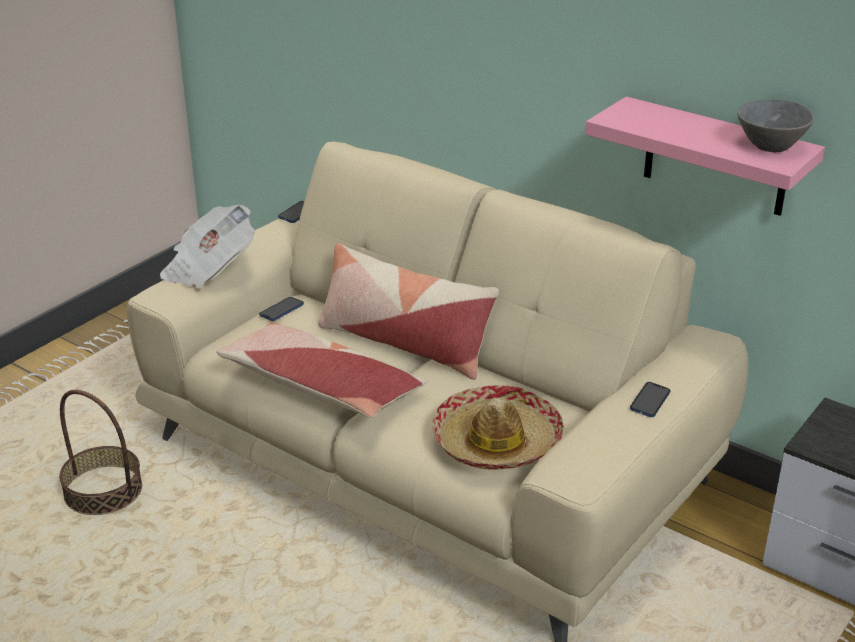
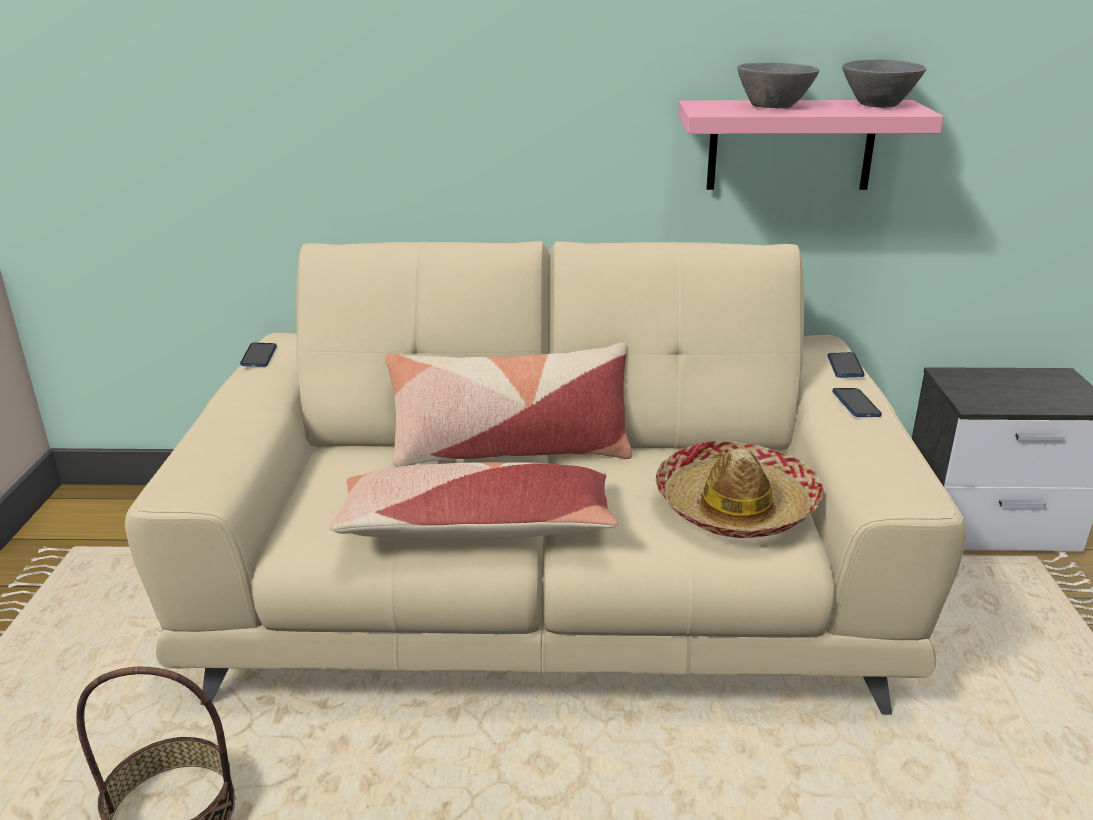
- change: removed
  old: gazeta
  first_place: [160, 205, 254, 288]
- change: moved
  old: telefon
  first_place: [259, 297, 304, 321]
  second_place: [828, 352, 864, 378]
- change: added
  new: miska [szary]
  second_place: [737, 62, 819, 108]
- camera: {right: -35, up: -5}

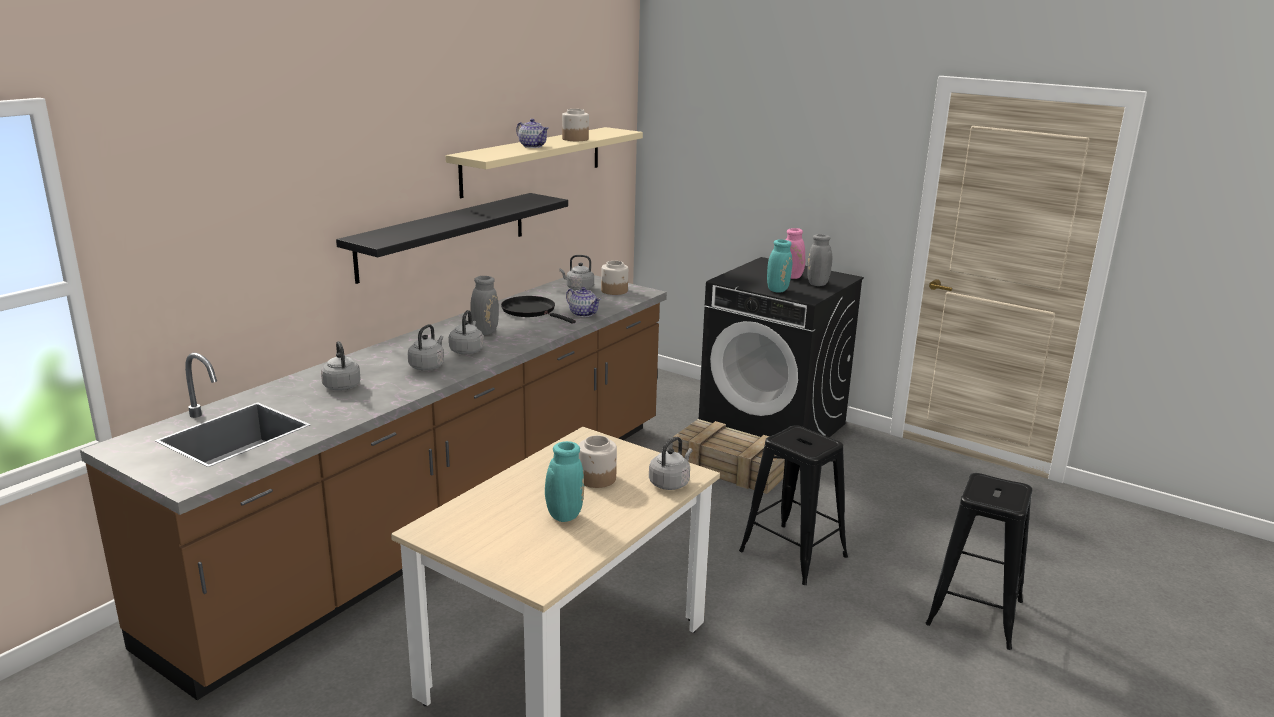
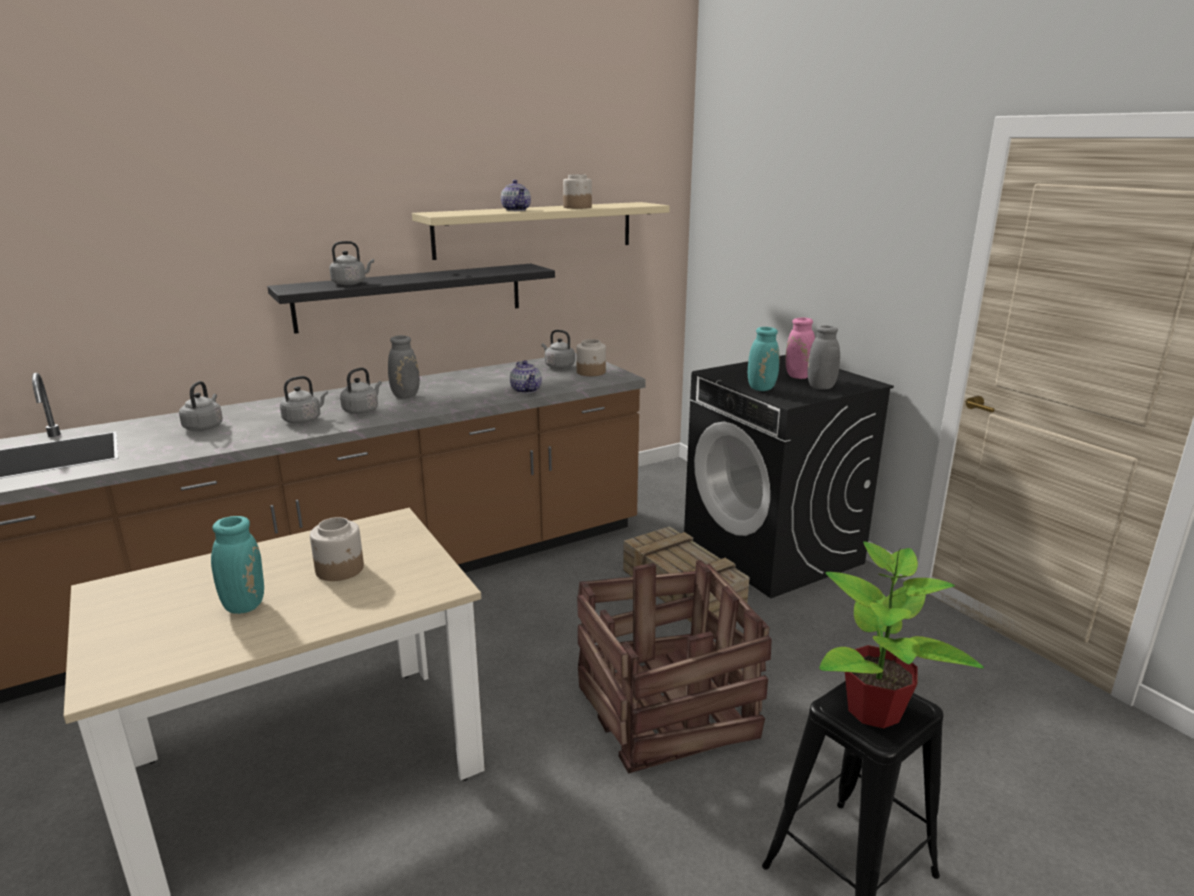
- change: removed
  old: patelnia [czarny]
  first_place: [501, 296, 576, 324]
- change: replaced
  old: stołek [czarny]
  new: skrzynka
  first_place: [739, 425, 848, 585]
  second_place: [577, 560, 772, 774]
- change: moved
  old: czajnik [szary]
  first_place: [649, 437, 692, 490]
  second_place: [329, 241, 374, 285]
- change: added
  new: roślina doniczkowa
  second_place: [819, 542, 984, 729]
- camera: {right: 25, up: 0}

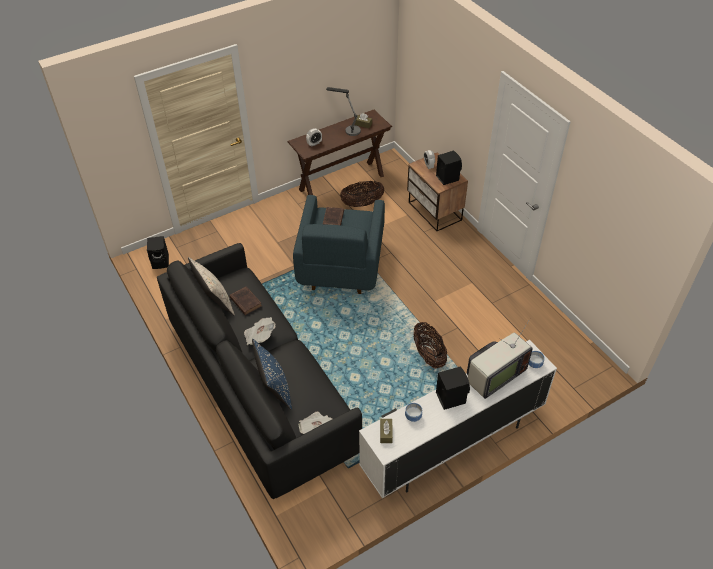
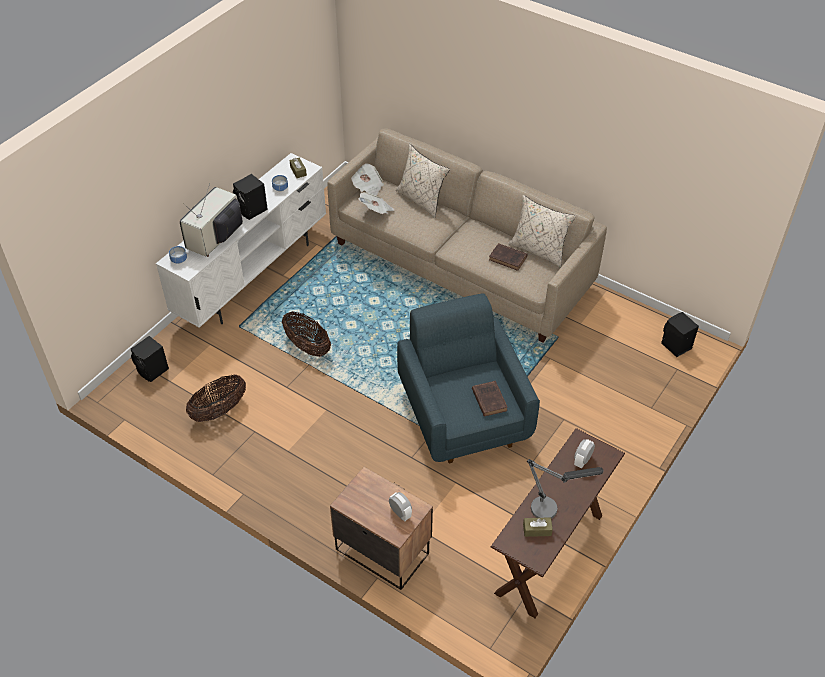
- change: moved
  old: głośnik [czarny]
  first_place: [436, 150, 462, 185]
  second_place: [131, 336, 169, 382]
- change: moved
  old: koszyk
  first_place: [340, 181, 385, 207]
  second_place: [186, 374, 246, 422]
- change: recoloured
  old: kanapa [czarny]
  new: kanapa [beżowy]
  first_place: [157, 243, 362, 499]
  second_place: [327, 128, 607, 343]
- change: moved
  old: gazeta
  first_place: [244, 317, 275, 345]
  second_place: [358, 192, 395, 214]
- change: recoloured
  old: poduszka [niebieski]
  new: poduszka [beżowy]
  first_place: [252, 339, 292, 410]
  second_place: [396, 144, 450, 218]
- camera: {right: 155, up: 0}

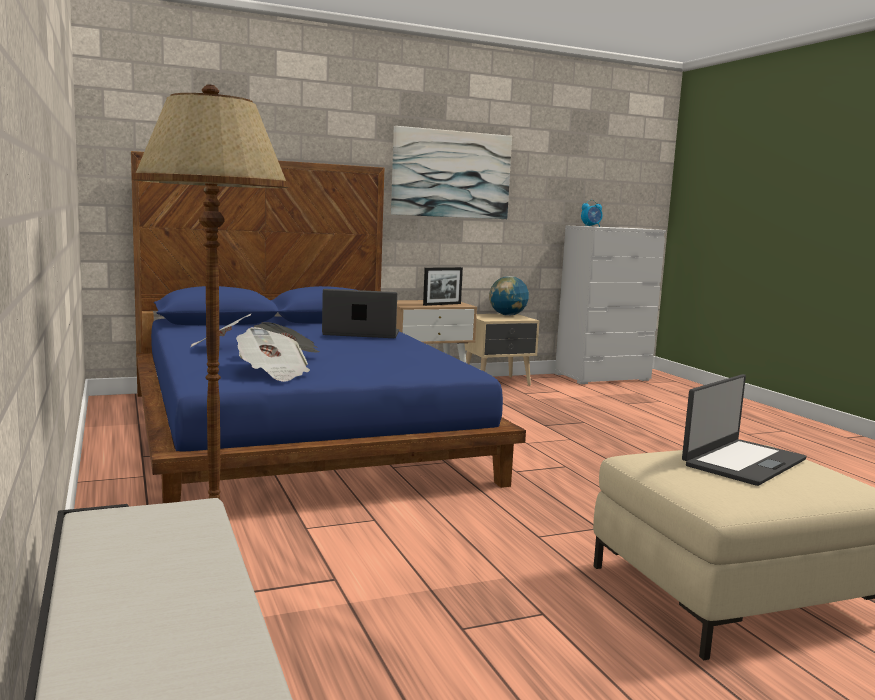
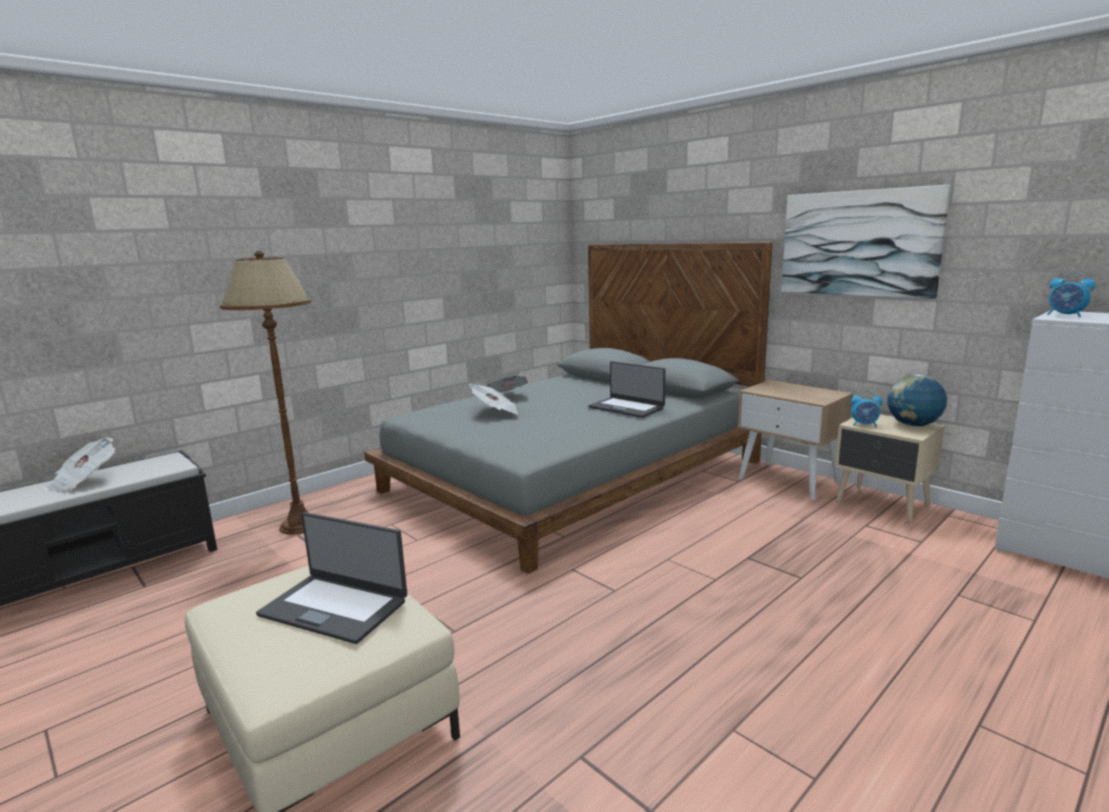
- change: recoloured
  old: łóżko [niebieski]
  new: łóżko [szary]
  first_place: [131, 151, 526, 504]
  second_place: [364, 242, 772, 574]
- change: removed
  old: ramka na zdjęcie
  first_place: [423, 267, 463, 306]
- change: turned
  old: laptop
  first_place: [322, 289, 399, 338]
  second_place: [588, 361, 665, 418]
  degrees: 150
- change: moved
  old: gazeta
  first_place: [236, 327, 310, 382]
  second_place: [43, 438, 115, 492]
- change: added
  new: budzik
  second_place: [851, 391, 883, 427]
- camera: {right: 70, up: 5}

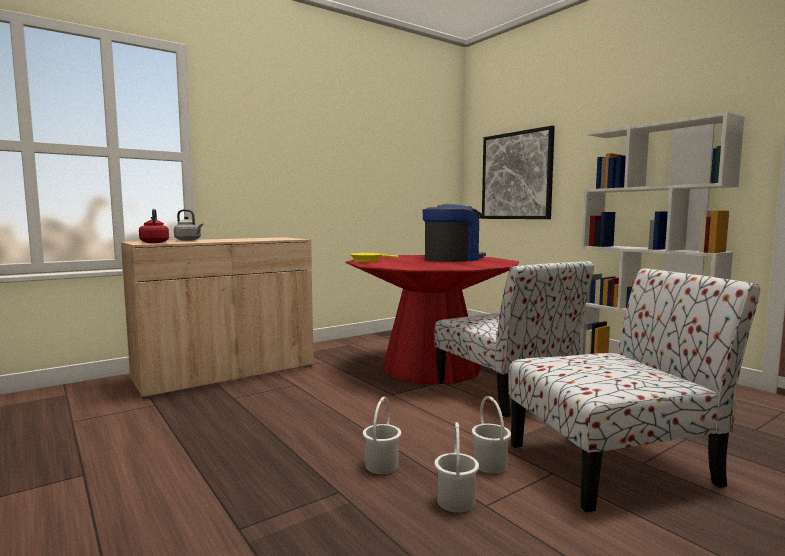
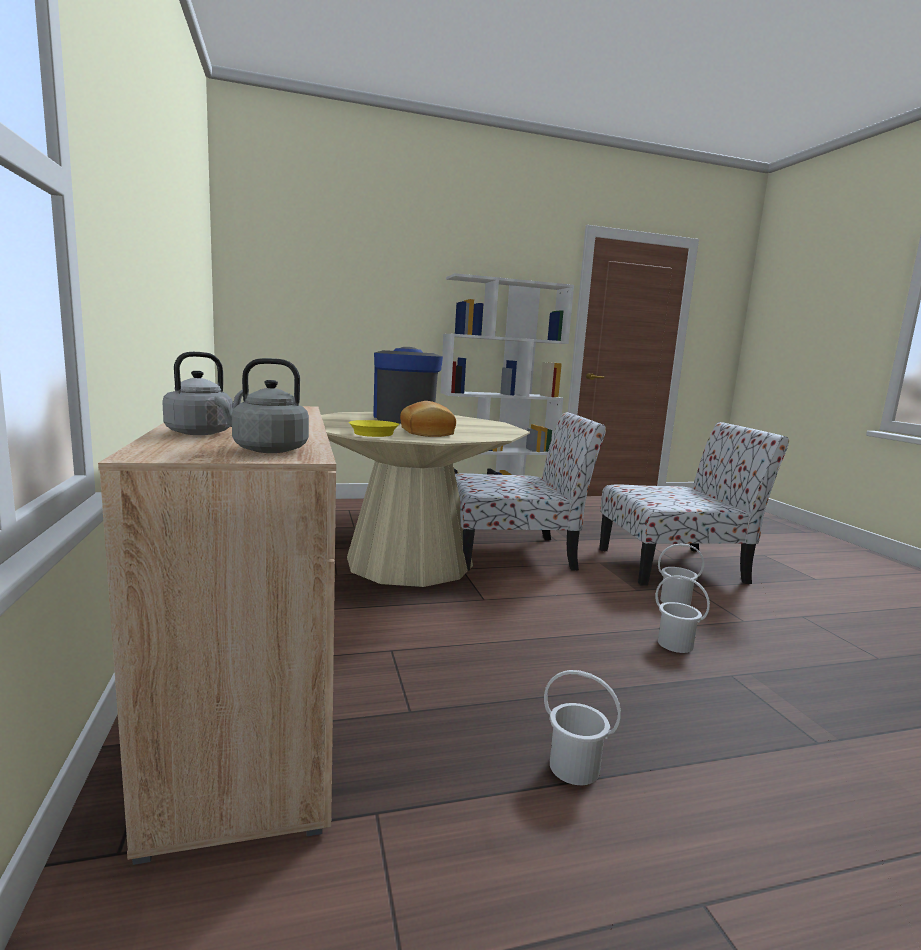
- change: removed
  old: obraz
  first_place: [482, 126, 555, 219]
- change: recoloured
  old: czajnik [czerwony]
  new: czajnik [szary]
  first_place: [139, 209, 169, 243]
  second_place: [214, 358, 309, 453]
- change: recoloured
  old: stół jadalny [czerwony]
  new: stół jadalny [beżowy]
  first_place: [346, 255, 519, 384]
  second_place: [321, 412, 530, 587]
- change: turned
  old: krzesło
  first_place: [508, 268, 760, 512]
  second_place: [599, 422, 789, 586]
  degrees: 75
- change: moved
  old: wiadro [biały]
  first_place: [434, 422, 479, 513]
  second_place: [544, 670, 621, 785]
- change: added
  new: chleb
  second_place: [400, 401, 456, 437]
- camera: {right: -70, up: 5}

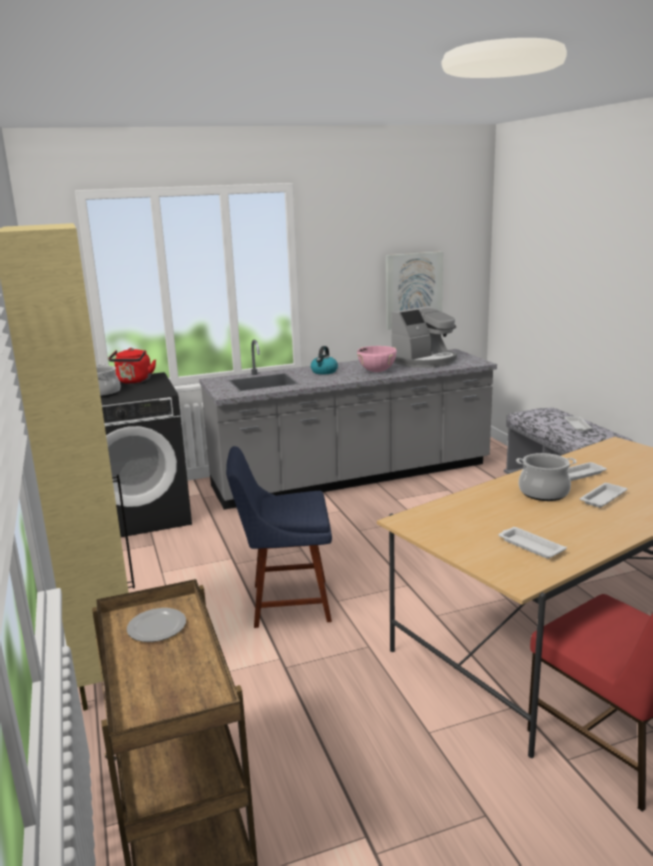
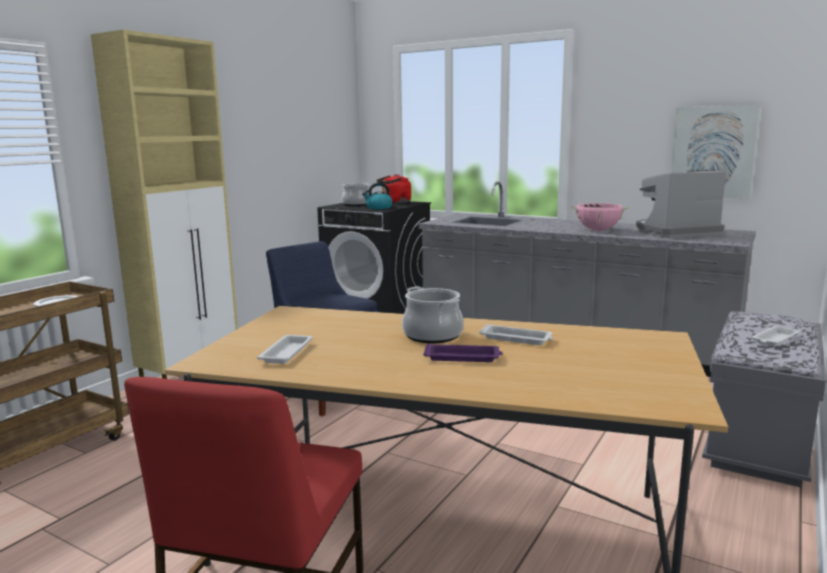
- change: turned
  old: ekspres do kawy
  first_place: [391, 306, 457, 368]
  second_place: [636, 170, 726, 238]
  degrees: 150
- change: moved
  old: czajnik
  first_place: [311, 346, 338, 375]
  second_place: [362, 183, 393, 209]
- change: recoloured
  old: taca [biały]
  new: taca [fioletowy]
  first_place: [580, 483, 627, 508]
  second_place: [423, 344, 503, 362]
- camera: {right: 50, up: -5}

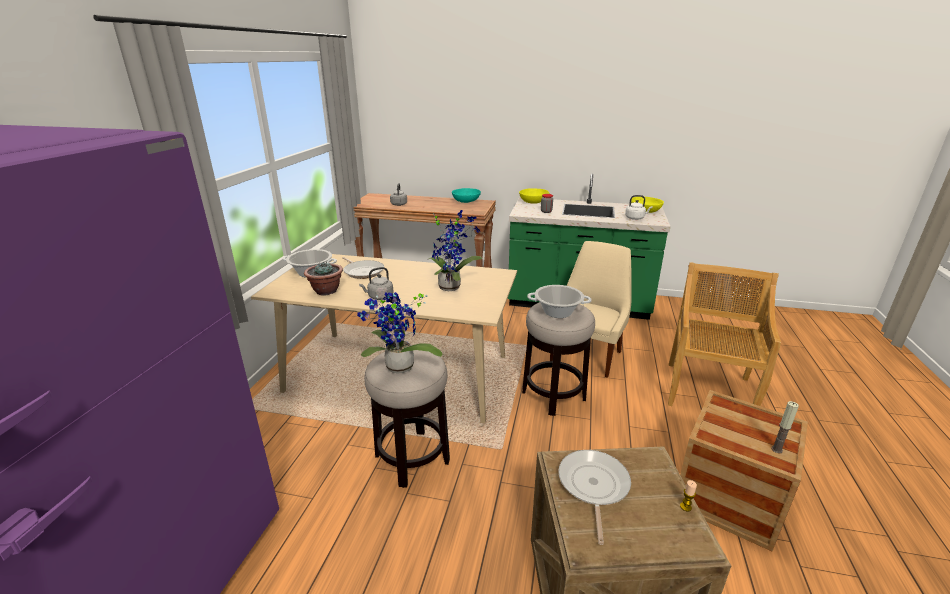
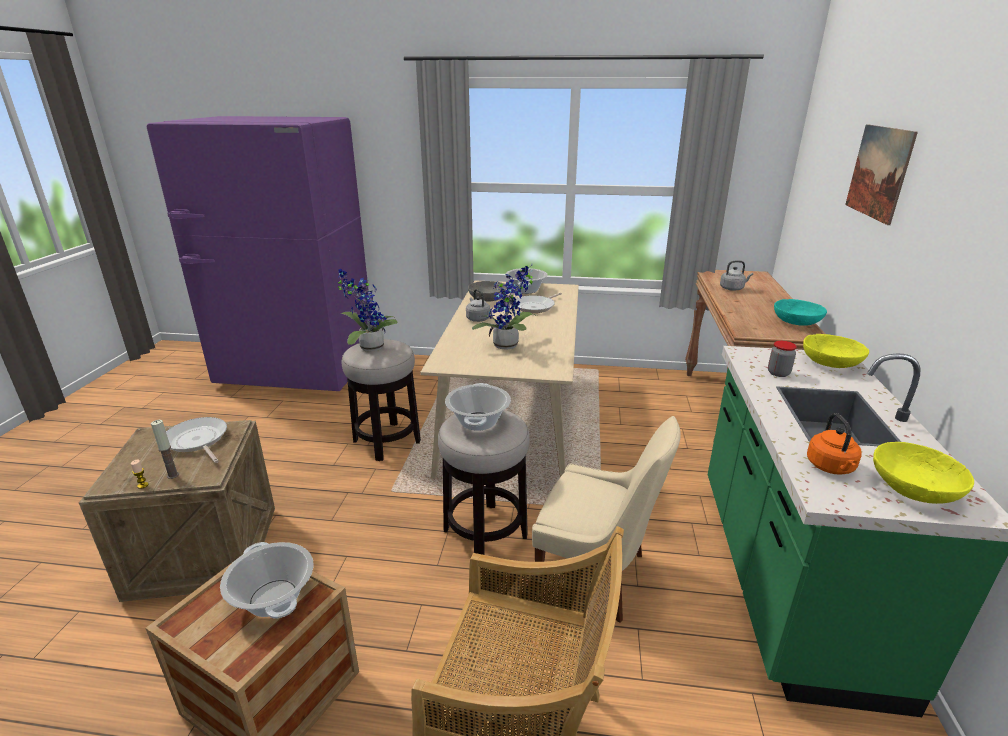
- change: recoloured
  old: czajnik [biały]
  new: czajnik [pomarańczowy]
  first_place: [625, 195, 653, 220]
  second_place: [807, 413, 862, 475]
- change: replaced
  old: roślina doniczkowa
  new: miska [szary]
  first_place: [304, 262, 343, 296]
  second_place: [468, 281, 507, 302]
- change: moved
  old: świeca
  first_place: [771, 401, 799, 453]
  second_place: [151, 420, 179, 479]
- change: turned
  old: patelnia
  first_place: [558, 450, 631, 545]
  second_place: [166, 417, 227, 463]
  degrees: -135
- change: added
  new: obraz
  second_place: [845, 124, 918, 225]
- change: added
  new: garnek
  second_place: [220, 542, 314, 619]
- camera: {right: 85, up: 0}

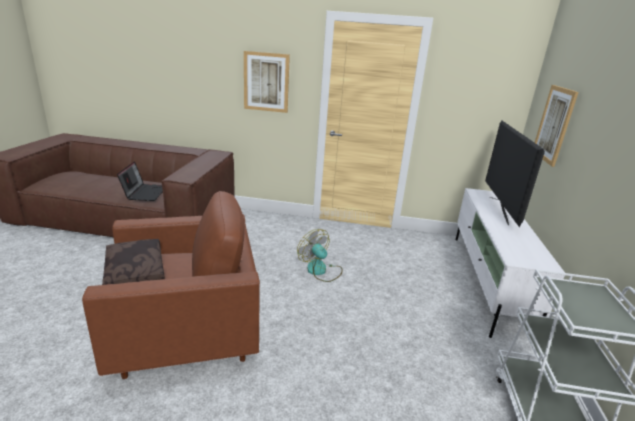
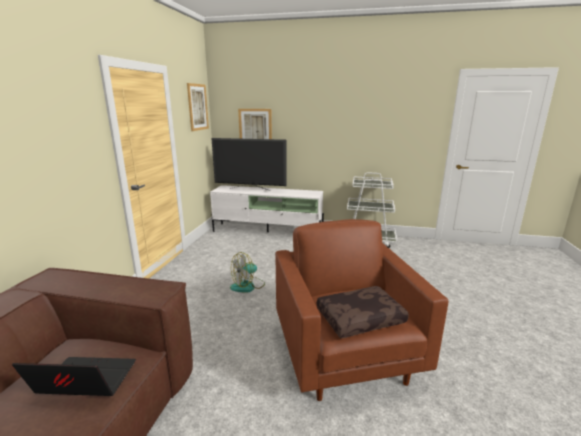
- change: moved
  old: obraz
  first_place: [244, 51, 290, 113]
  second_place: [187, 83, 209, 131]
- camera: {right: -85, up: -5}

